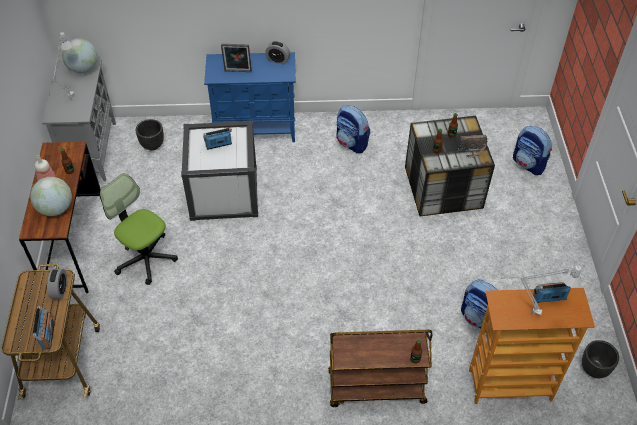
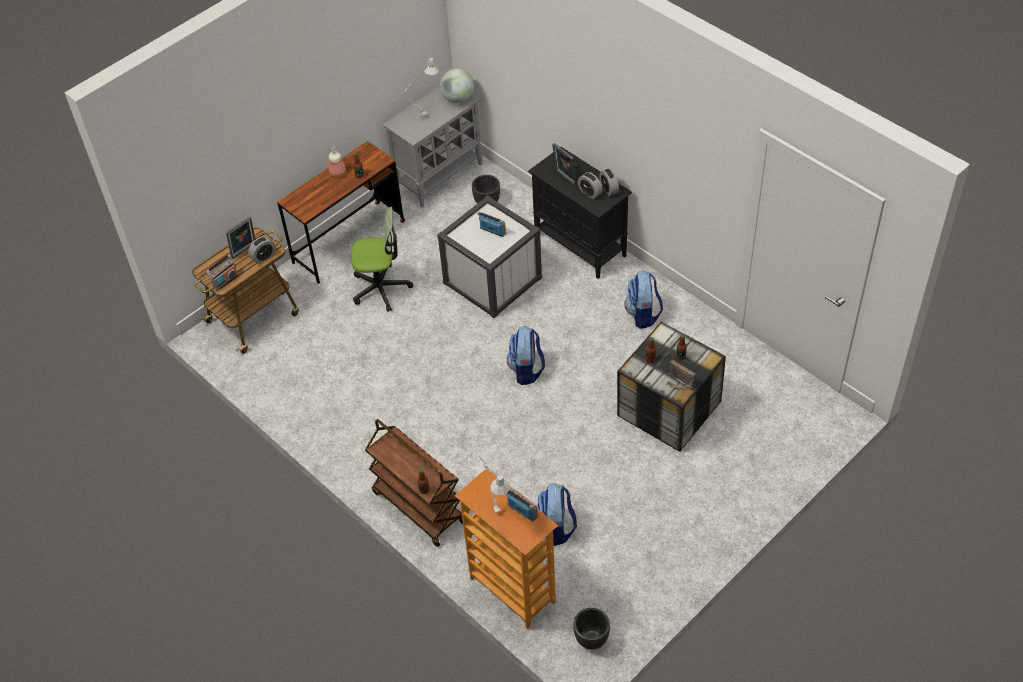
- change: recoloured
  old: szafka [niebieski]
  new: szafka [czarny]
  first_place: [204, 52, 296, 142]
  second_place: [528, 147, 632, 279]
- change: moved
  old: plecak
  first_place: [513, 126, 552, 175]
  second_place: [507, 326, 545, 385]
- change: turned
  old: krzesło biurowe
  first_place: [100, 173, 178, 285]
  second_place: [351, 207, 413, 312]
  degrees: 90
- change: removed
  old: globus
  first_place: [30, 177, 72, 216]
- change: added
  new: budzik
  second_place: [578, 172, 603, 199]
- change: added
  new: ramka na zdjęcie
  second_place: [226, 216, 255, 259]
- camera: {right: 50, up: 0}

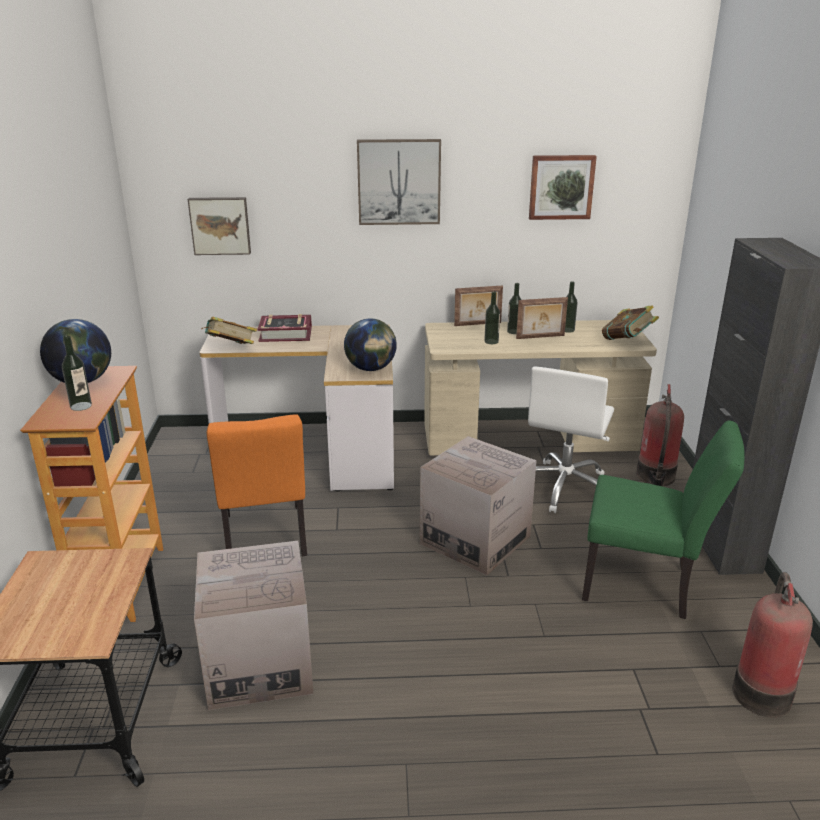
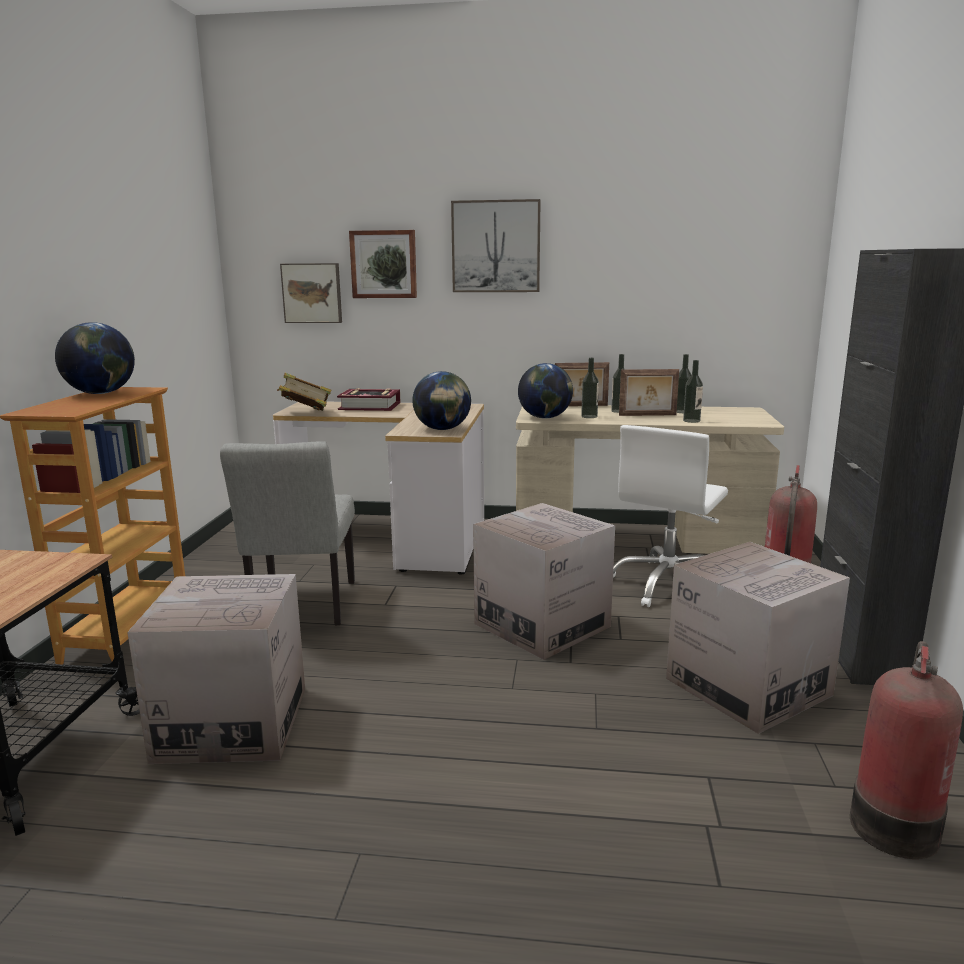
- change: moved
  old: obraz
  first_place: [529, 155, 597, 220]
  second_place: [349, 230, 417, 298]
- change: removed
  old: książka
  first_place: [602, 305, 659, 340]
- change: moved
  old: butelka
  first_place: [62, 336, 92, 411]
  second_place: [683, 360, 703, 423]
- change: recoloured
  old: krzesło [pomarańczowy]
  new: krzesło [szary]
  first_place: [207, 414, 307, 556]
  second_place: [220, 441, 355, 626]
- change: replaced
  old: krzesło [zielony]
  new: karton
  first_place: [582, 421, 745, 619]
  second_place: [666, 542, 850, 734]
- change: added
  new: globus
  second_place: [518, 363, 573, 419]
- camera: {right: 10, up: -10}

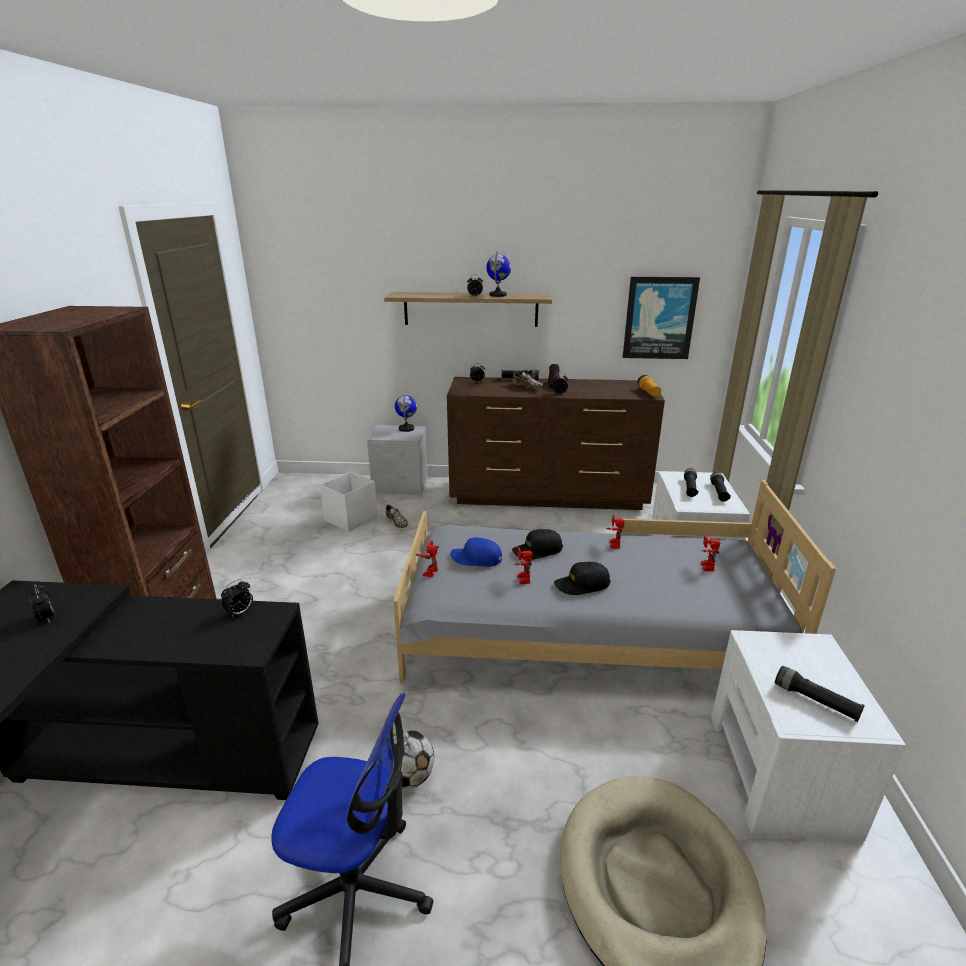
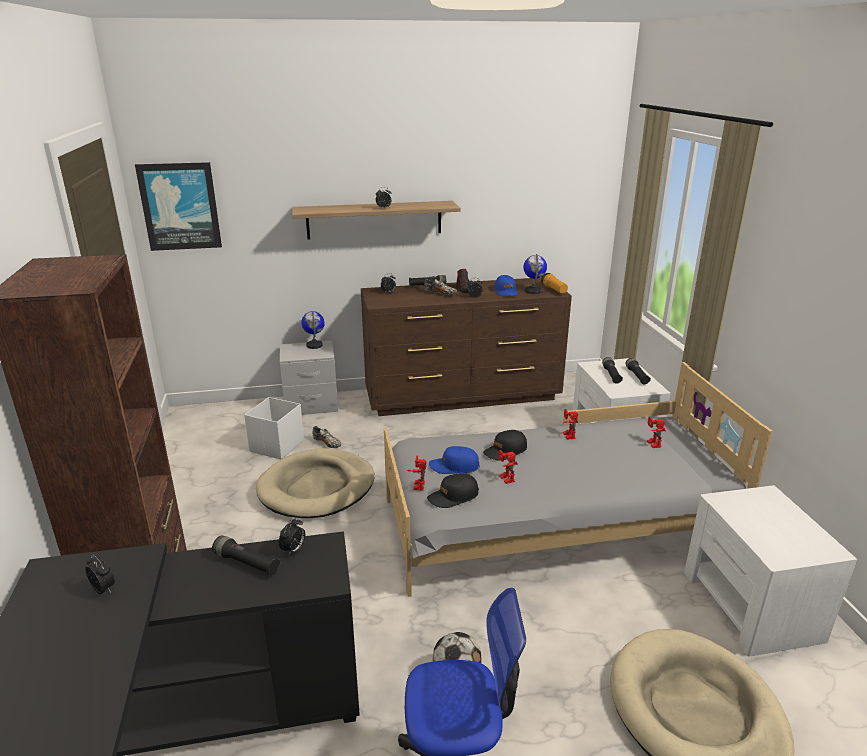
- change: moved
  old: globus
  first_place: [486, 252, 511, 297]
  second_place: [523, 254, 547, 294]
- change: moved
  old: obraz
  first_place: [623, 277, 700, 359]
  second_place: [135, 162, 222, 251]
- change: moved
  old: czapka z daszkiem [czarny]
  first_place: [554, 562, 611, 595]
  second_place: [427, 473, 479, 508]
- change: moved
  old: latarka [czarny]
  first_place: [775, 666, 865, 722]
  second_place: [212, 535, 280, 576]
- change: added
  new: czapka z daszkiem [niebieski]
  second_place: [494, 275, 518, 296]
- change: added
  new: legowisko [beżowy]
  second_place: [256, 448, 375, 518]
- camera: {right: -15, up: 0}

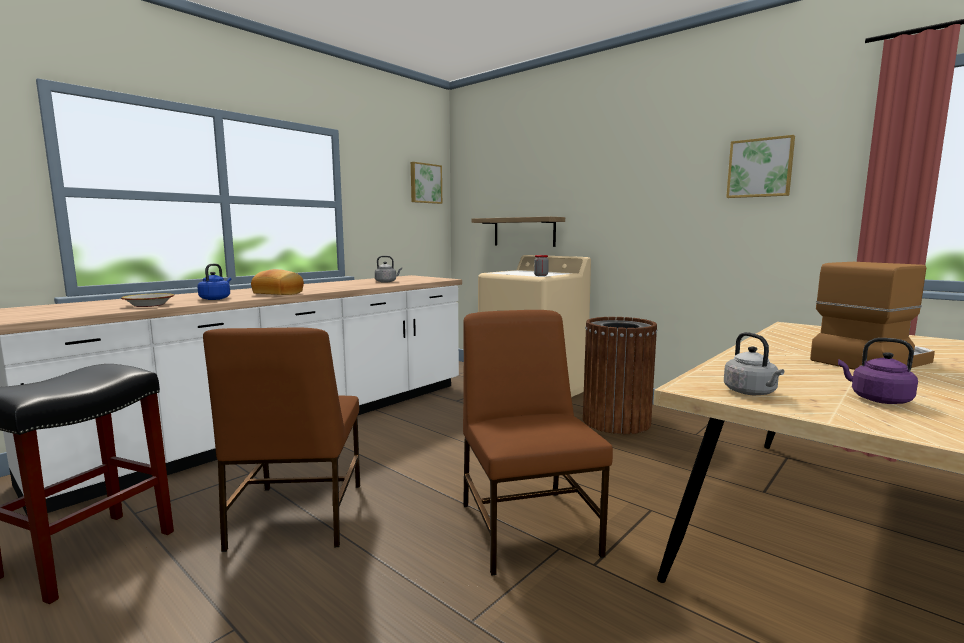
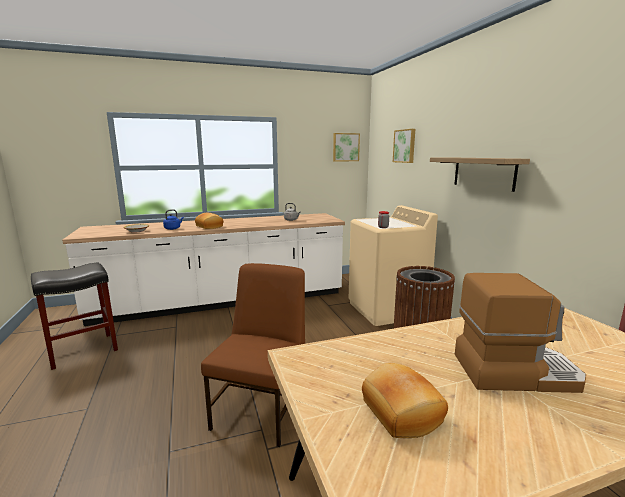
- change: moved
  old: obraz
  first_place: [726, 135, 795, 198]
  second_place: [393, 129, 415, 163]
- change: moved
  old: półka
  first_place: [471, 217, 565, 247]
  second_place: [430, 157, 530, 192]
- change: removed
  old: krzesło [brązowy]
  first_place: [203, 327, 360, 552]
- change: removed
  old: czajnik [szary]
  first_place: [724, 332, 784, 395]
- change: replaced
  old: czajnik [fioletowy]
  new: chleb
  first_place: [838, 338, 918, 404]
  second_place: [362, 363, 448, 438]
- camera: {right: 30, up: 5}

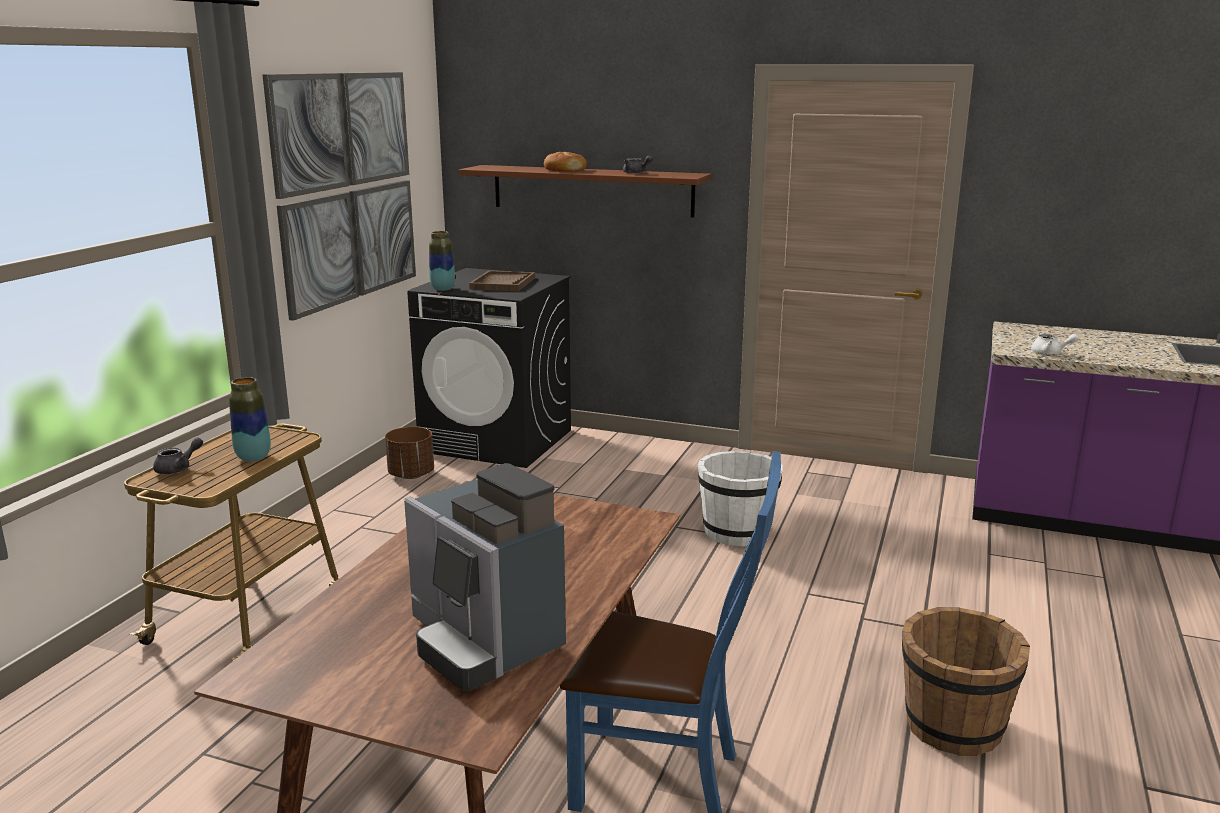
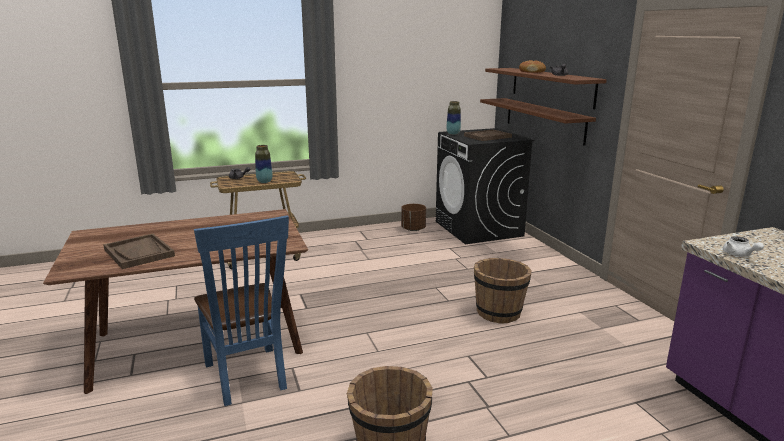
- change: removed
  old: obraz
  first_place: [262, 72, 416, 321]
- change: recoloured
  old: wiadro [biały]
  new: wiadro [brązowy]
  first_place: [698, 450, 783, 547]
  second_place: [474, 258, 532, 324]
- change: replaced
  old: ekspres do kawy
  new: taca [brązowy]
  first_place: [404, 463, 566, 691]
  second_place: [103, 234, 175, 269]
- change: added
  new: półka [brązowy]
  second_place: [480, 98, 596, 146]
- camera: {right: 50, up: 0}

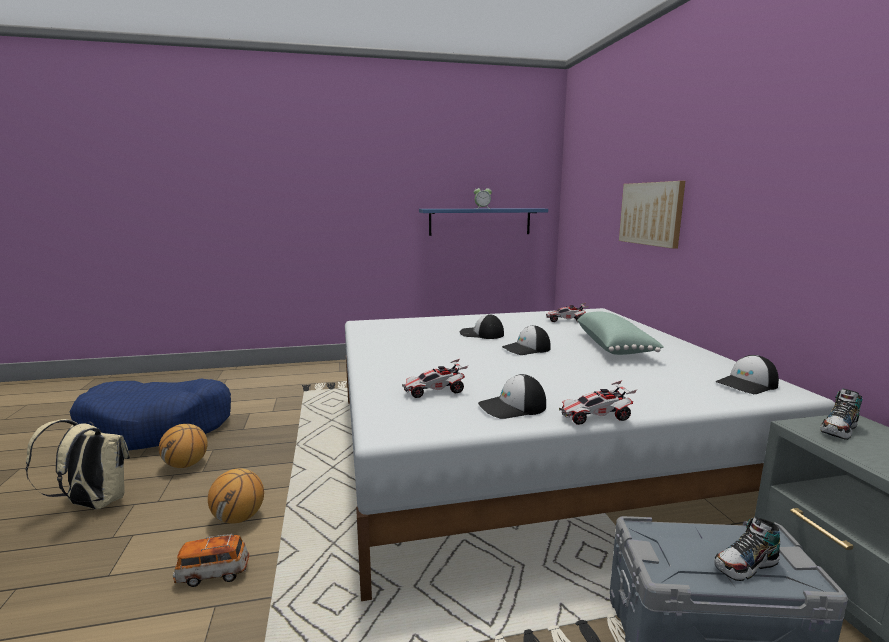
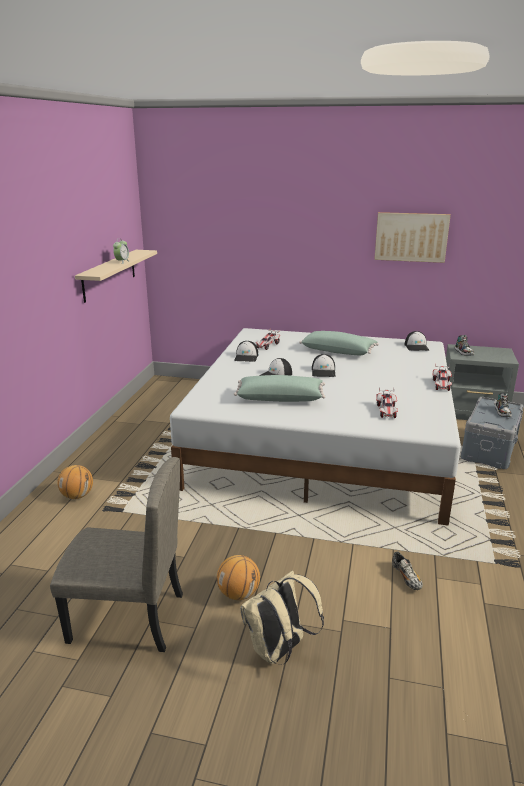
- change: moved
  old: obraz
  first_place: [619, 181, 685, 249]
  second_place: [374, 212, 451, 263]
- change: recoloured
  old: półka [niebieski]
  new: półka [beżowy]
  first_place: [419, 208, 548, 236]
  second_place: [75, 250, 157, 303]
- change: moved
  old: czapka z daszkiem
  first_place: [478, 374, 546, 419]
  second_place: [234, 341, 258, 362]
- change: replaced
  old: legowisko [niebieski]
  new: krzesło [beżowy]
  first_place: [69, 378, 231, 451]
  second_place: [50, 457, 183, 652]
- change: moved
  old: piłka do koszykówki
  first_place: [208, 469, 264, 524]
  second_place: [57, 465, 93, 499]
- change: replaced
  old: samochodzik
  new: but
  first_place: [173, 534, 249, 587]
  second_place: [392, 552, 423, 590]
- change: added
  new: poduszka [zielony]
  second_place: [234, 375, 325, 402]
- camera: {right: -65, up: 10}

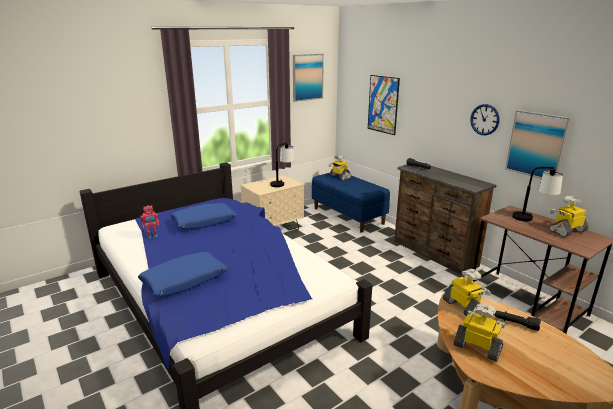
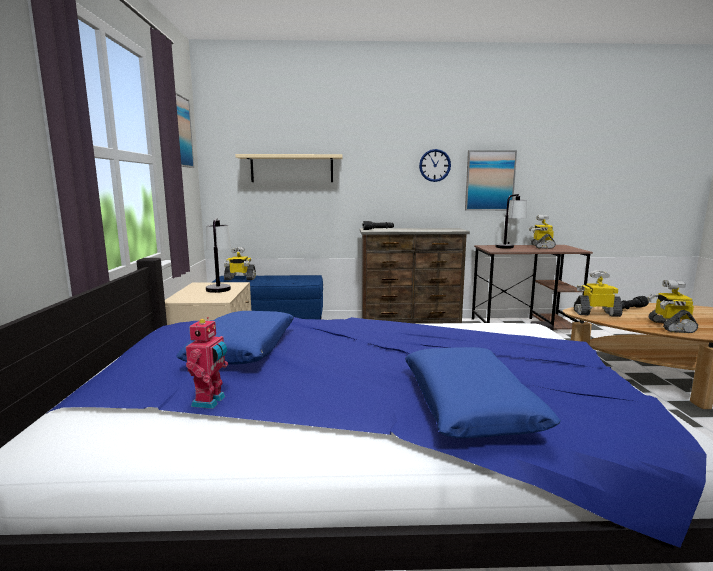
- change: replaced
  old: obraz
  new: półka [beżowy]
  first_place: [368, 75, 400, 135]
  second_place: [235, 154, 343, 182]
- change: turned
  old: robot zabawkowy
  first_place: [454, 303, 505, 362]
  second_place: [647, 280, 698, 333]
  degrees: -60
- camera: {right: -55, up: -10}

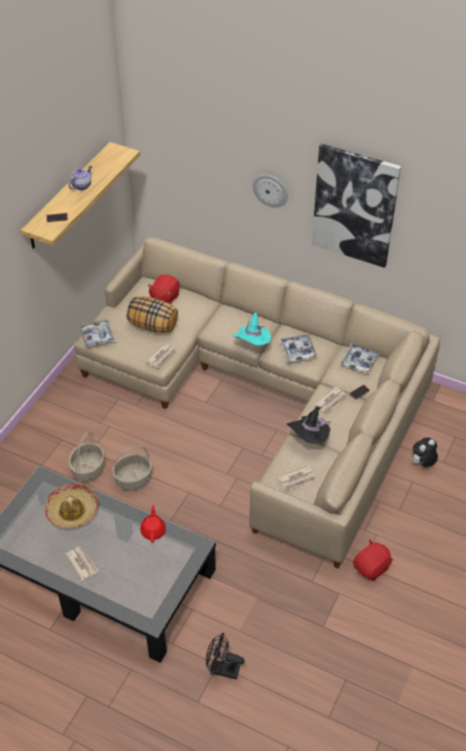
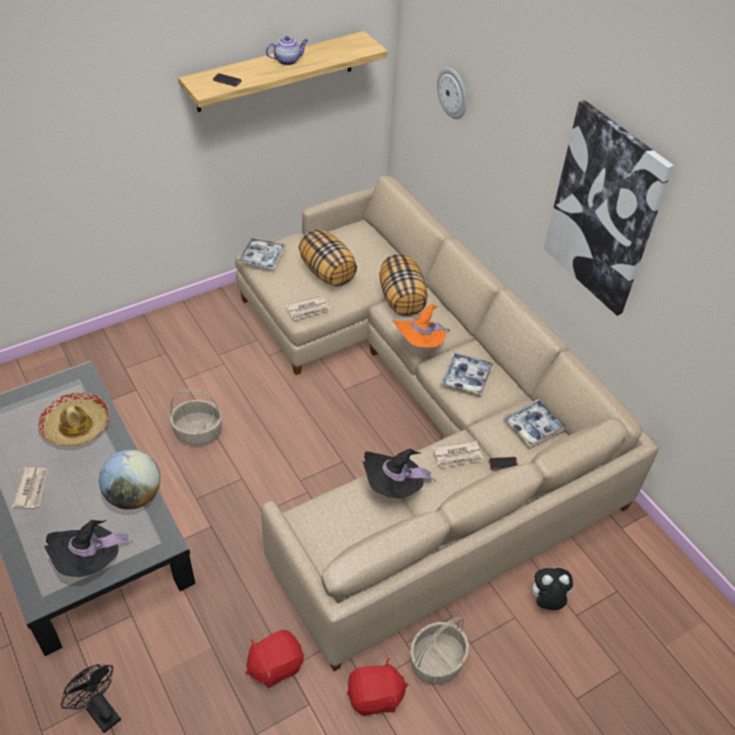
- change: moved
  old: zegar ścienny
  first_place: [253, 175, 288, 208]
  second_place: [437, 68, 467, 119]
- change: moved
  old: pluszak [czerwony]
  first_place: [147, 275, 180, 304]
  second_place: [245, 630, 304, 688]
- change: recoloured
  old: kapelusz [turkusowy]
  new: kapelusz [pomarańczowy]
  first_place: [233, 313, 271, 346]
  second_place: [392, 304, 450, 348]
- change: moved
  old: koszyk
  first_place: [69, 431, 104, 482]
  second_place: [410, 617, 469, 684]
- change: removed
  old: gazeta
  first_place: [278, 465, 317, 491]
- change: replaced
  old: imbryk [czerwony]
  new: globus
  first_place: [140, 505, 166, 542]
  second_place: [99, 450, 161, 510]
- change: added
  new: poduszka
  second_place: [379, 254, 428, 316]
- change: added
  new: kapelusz [czarny]
  second_place: [44, 520, 134, 577]
- camera: {right: 30, up: 0}

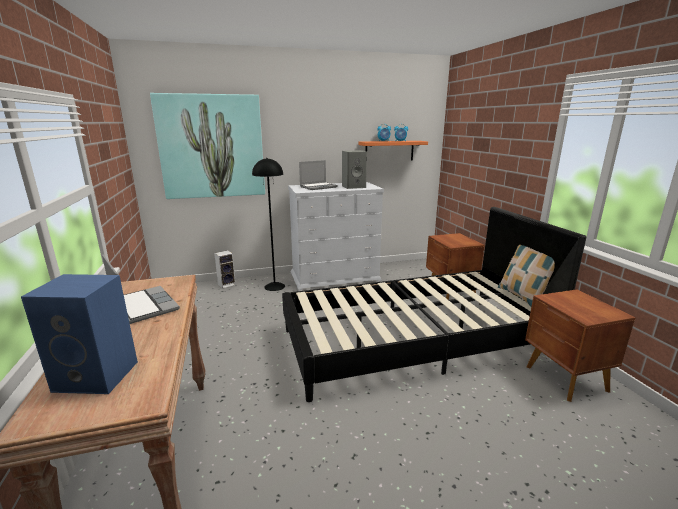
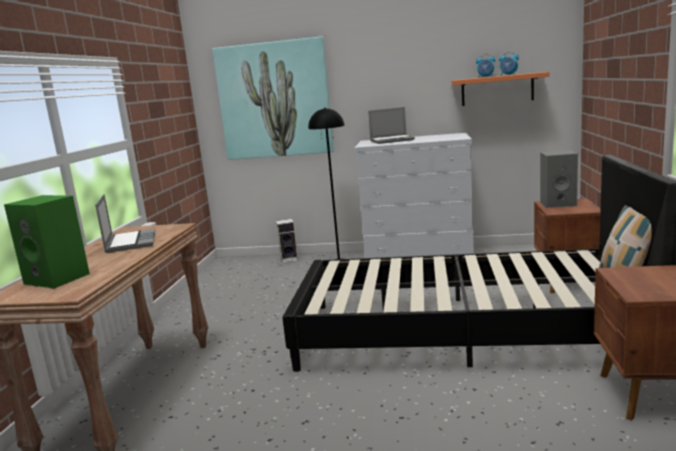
- change: moved
  old: głośnik [szary]
  first_place: [342, 150, 367, 189]
  second_place: [540, 150, 578, 208]
- change: recoloured
  old: głośnik [niebieski]
  new: głośnik [zielony]
  first_place: [21, 274, 138, 394]
  second_place: [4, 195, 90, 288]
- camera: {right: 25, up: -5}

